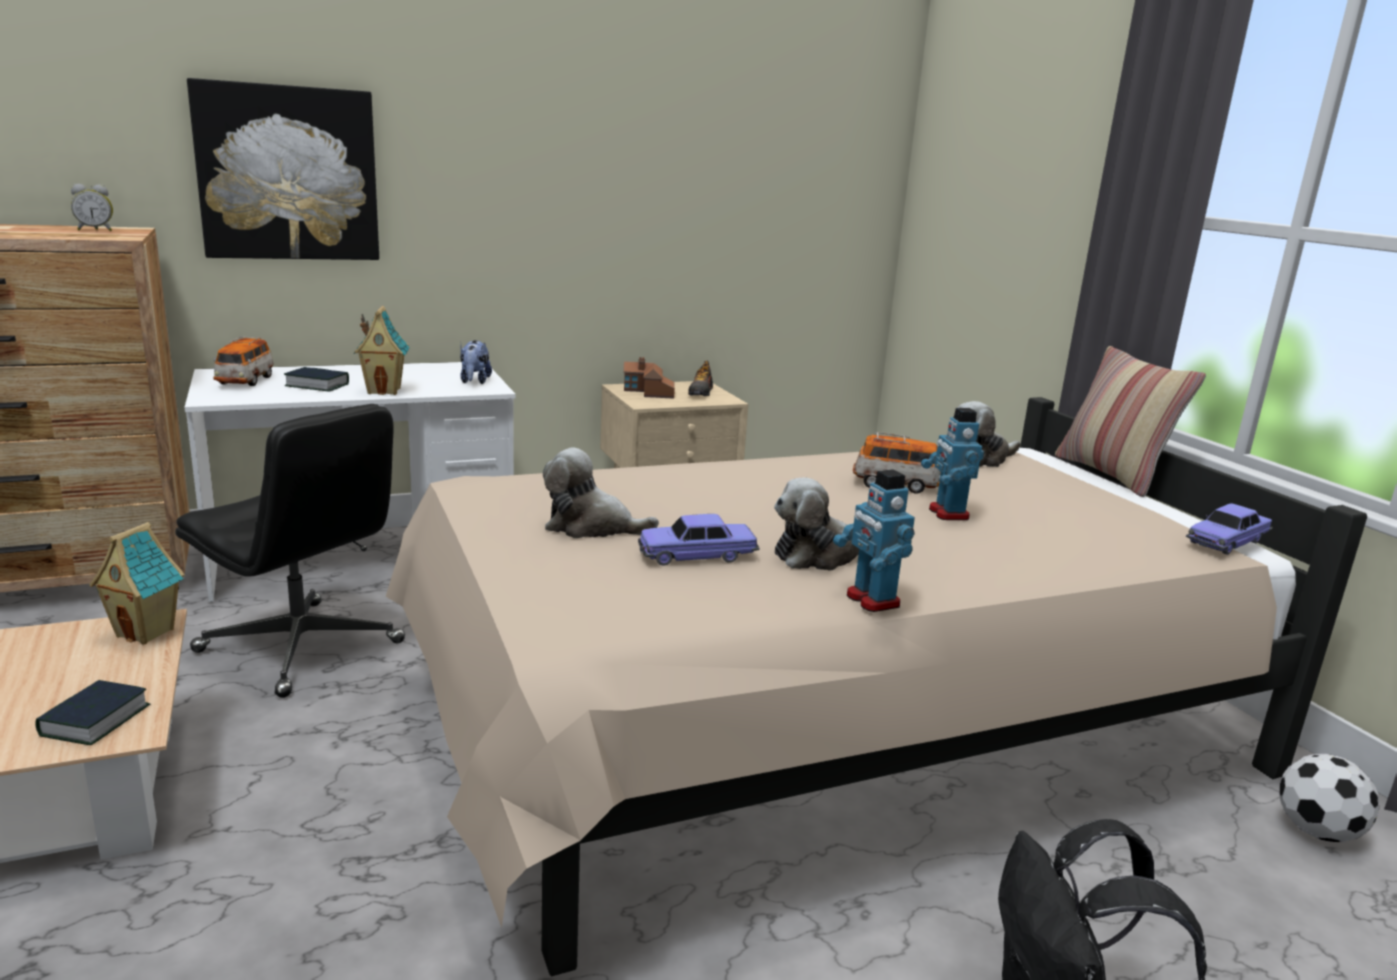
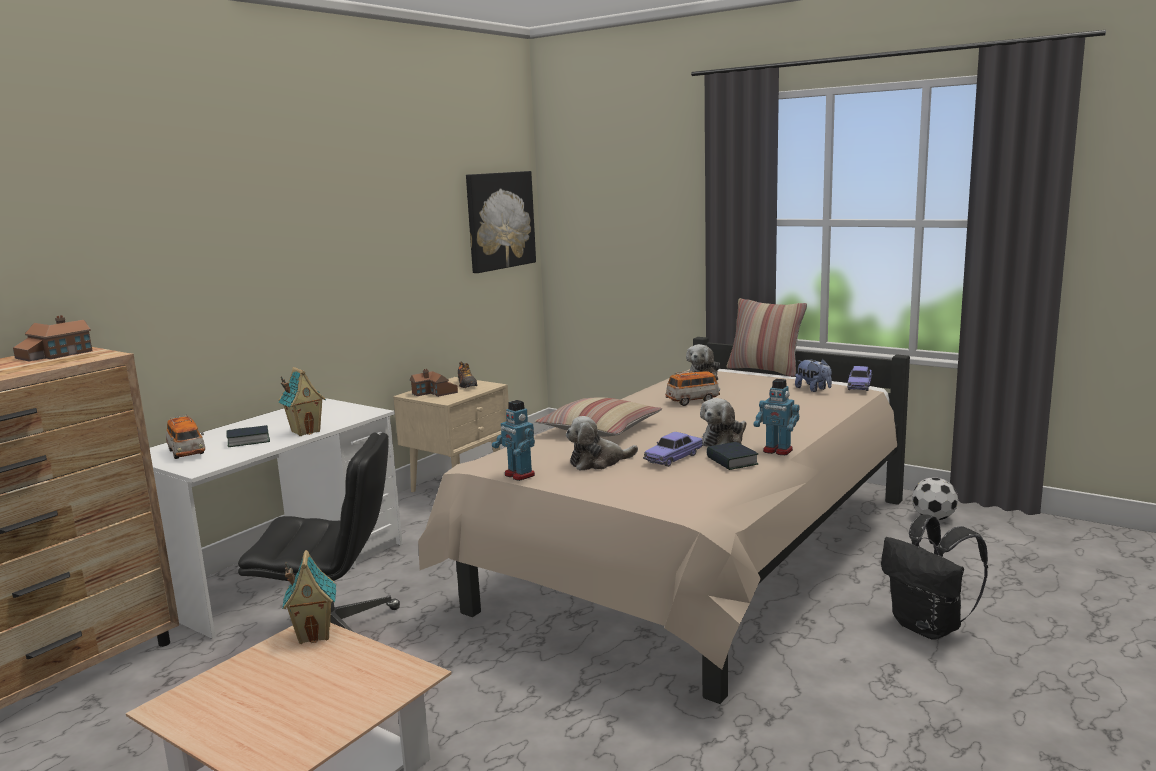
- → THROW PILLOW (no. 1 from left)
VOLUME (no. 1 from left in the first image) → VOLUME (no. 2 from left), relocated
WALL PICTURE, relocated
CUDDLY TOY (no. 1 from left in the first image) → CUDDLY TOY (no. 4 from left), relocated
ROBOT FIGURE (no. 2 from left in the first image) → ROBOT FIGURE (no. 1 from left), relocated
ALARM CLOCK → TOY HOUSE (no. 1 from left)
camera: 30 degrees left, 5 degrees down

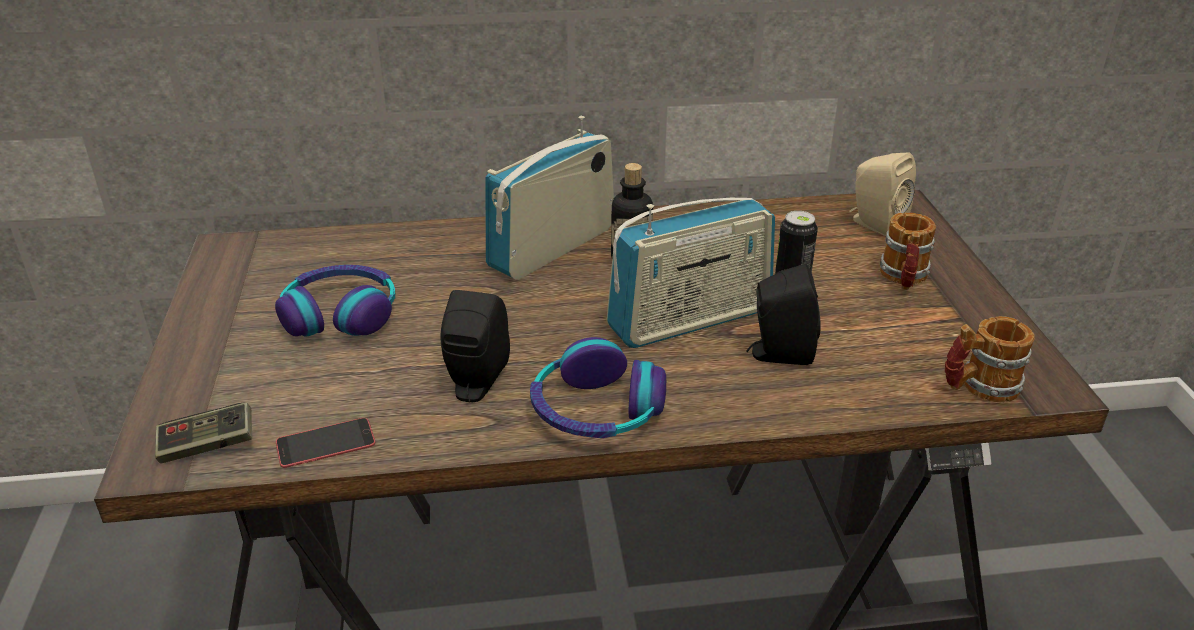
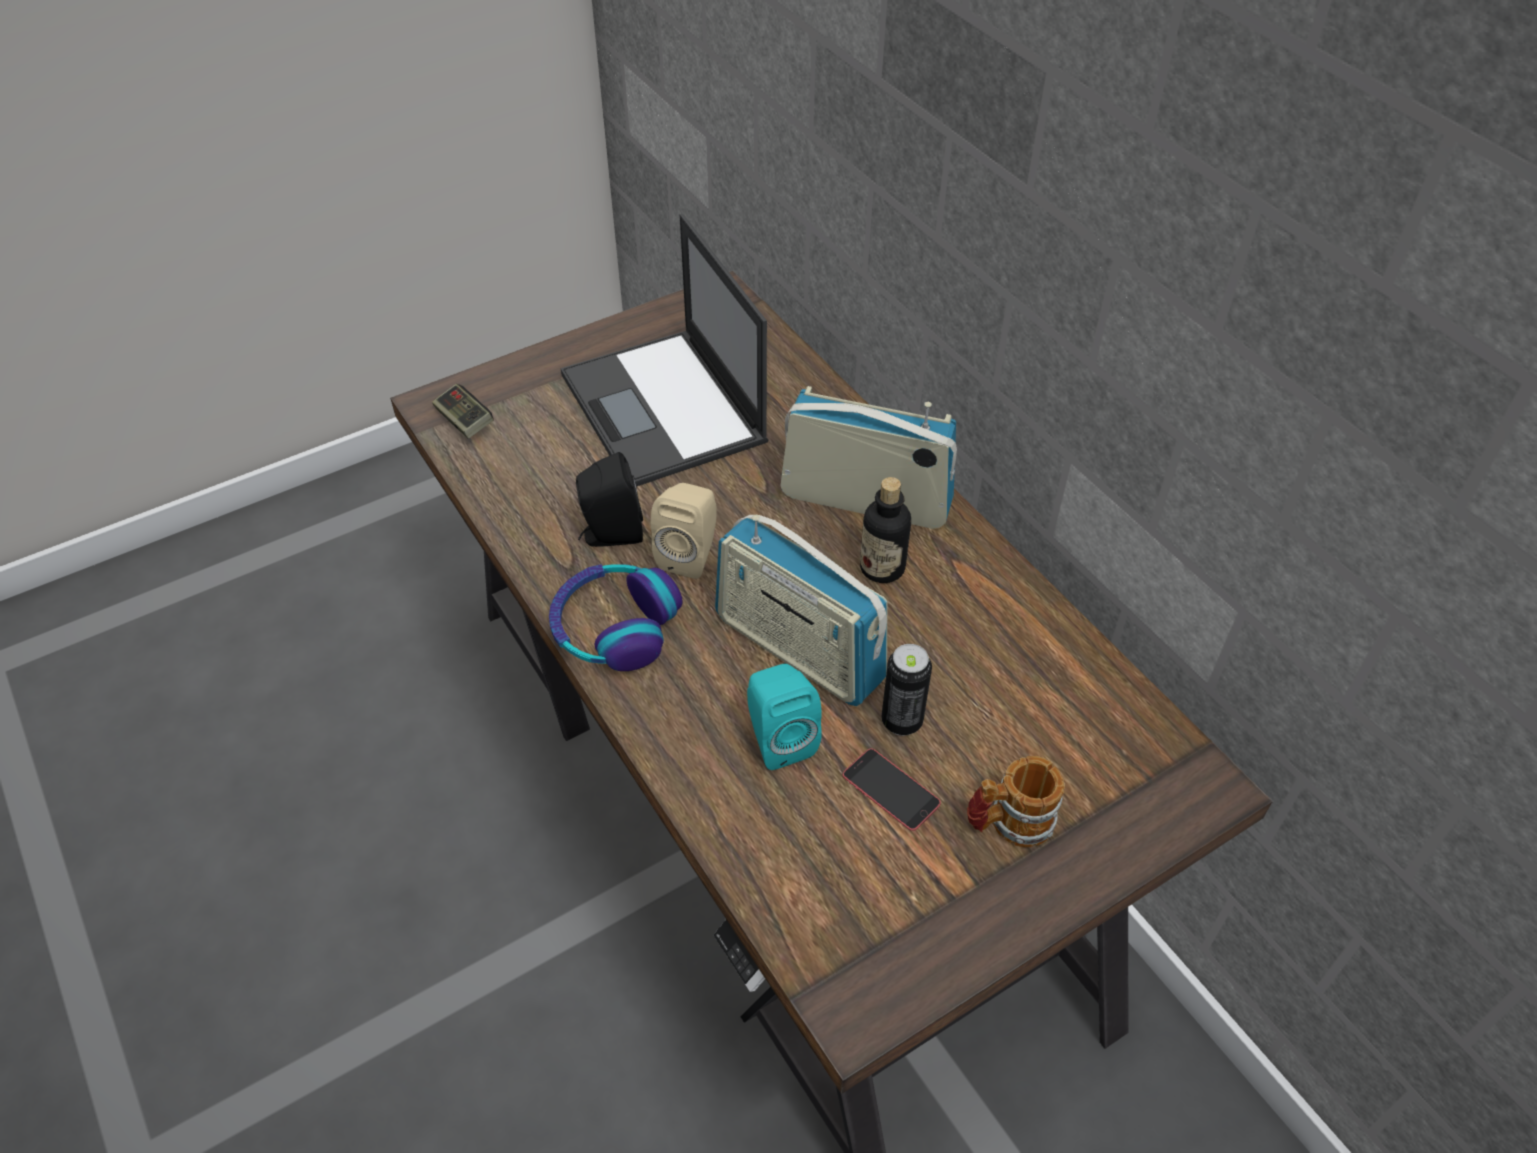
MUG (no. 2 from left) → -
PHONE, relocated
BEIGE-COLOURED SPEAKER, relocated
HEADSET (no. 1 from left) → NOTEBOOK COMPUTER
BLACK SPEAKER (no. 2 from left) → TURQUOISE SPEAKER
camera: 65 degrees right, 15 degrees up

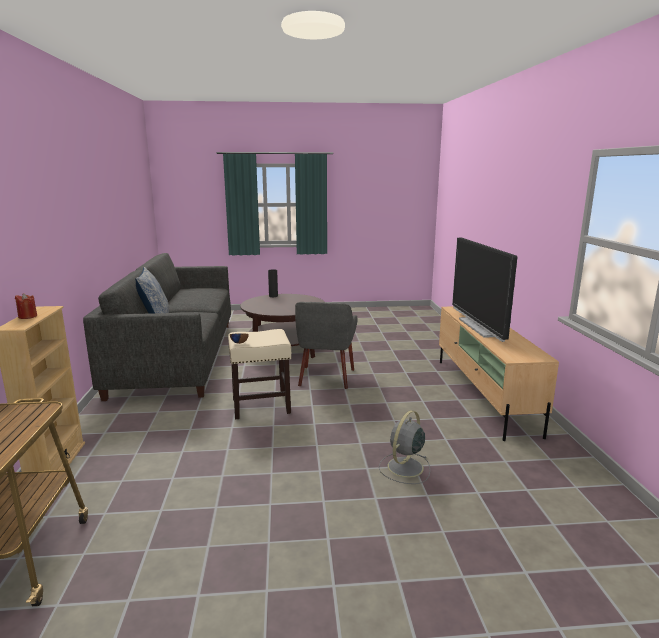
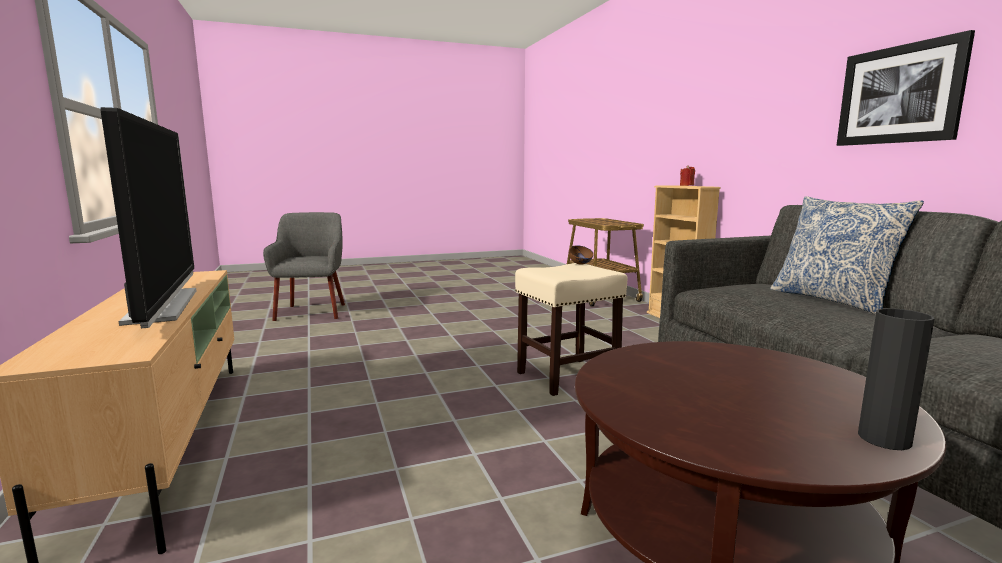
GREY FAN → -
- → WALL PICTURE
GREY EASY CHAIR, relocated
camera: 165 degrees right, 5 degrees down

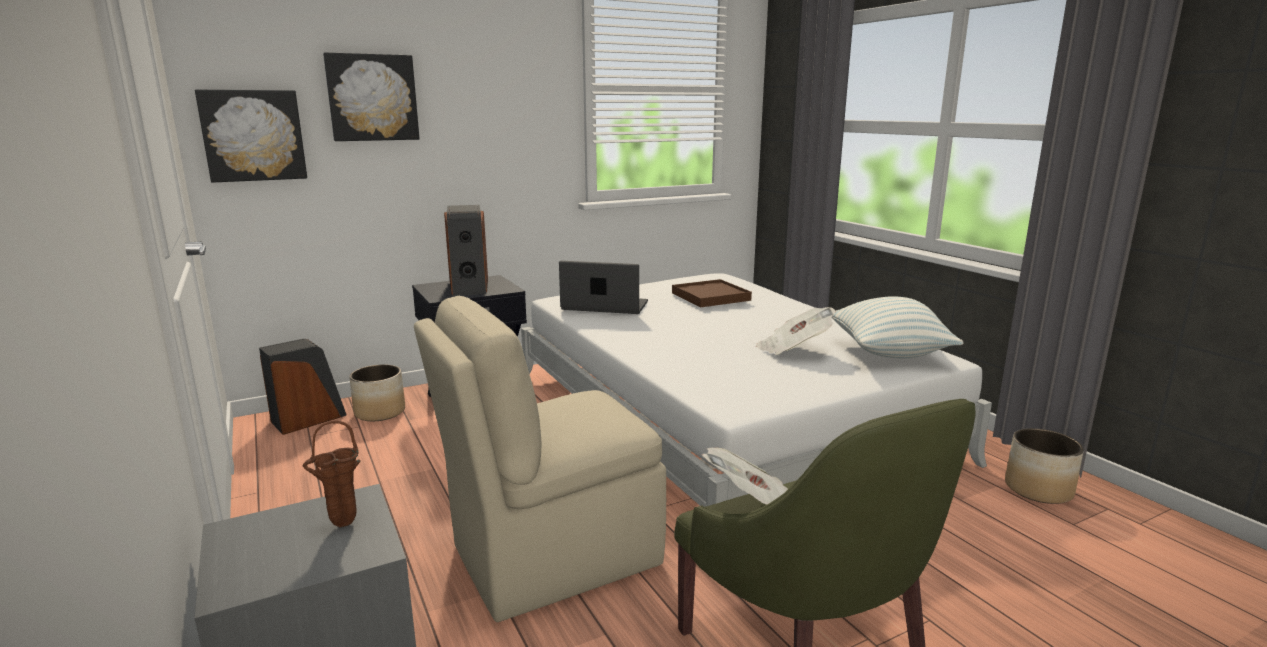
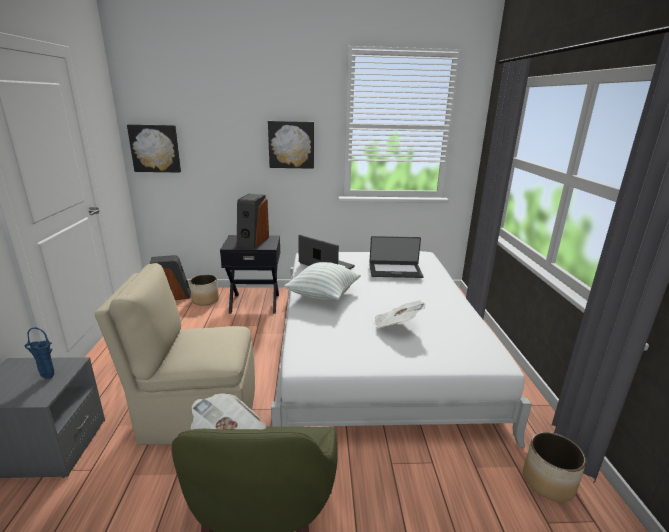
WALL PICTURE (no. 2 from left), relocated
THROW PILLOW, relocated
BROWN-COLOURED SERVING TRAY → NOTEBOOK COMPUTER (no. 2 from left)
BROWN-COLOURED VASE → BLUE-COLOURED VASE
camera: 25 degrees right, 5 degrees up

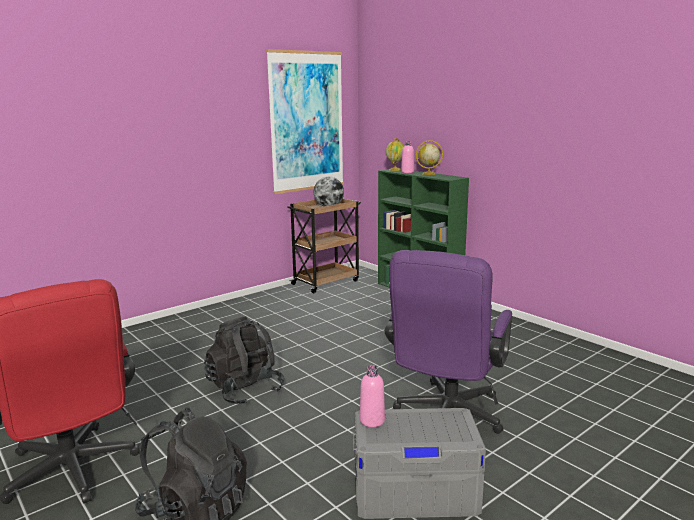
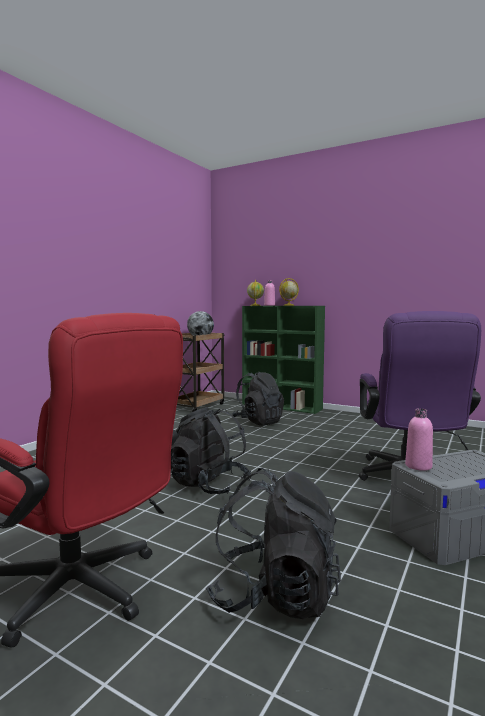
WALL PICTURE → -
- → BLACK RUCKSACK (no. 2 from left)
camera: 20 degrees left, 10 degrees down

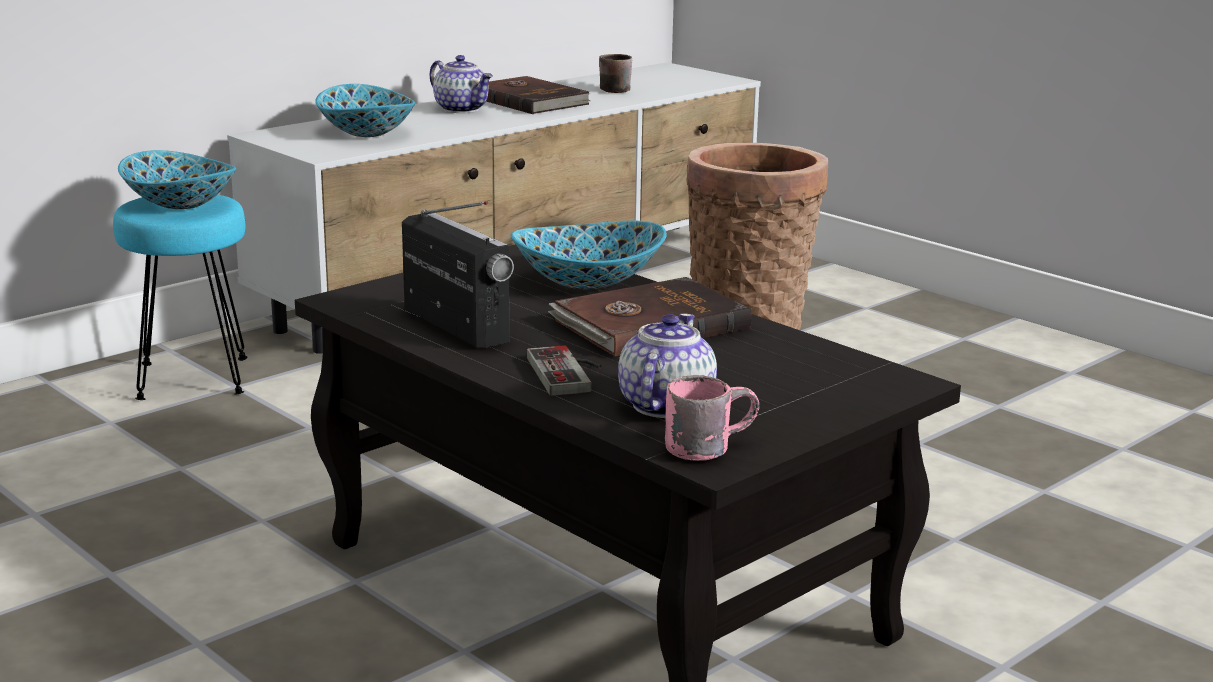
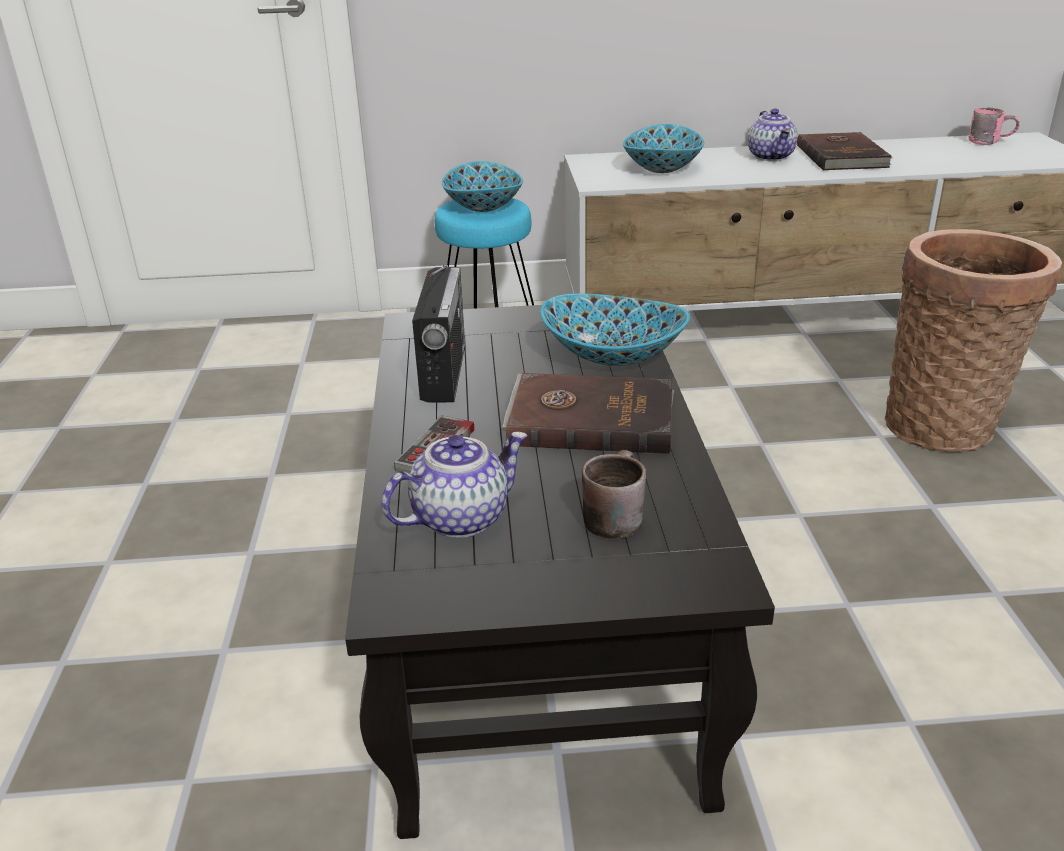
BROWN-COLOURED MUG, relocated
PINKISH MUG, relocated
camera: 40 degrees right, 10 degrees up

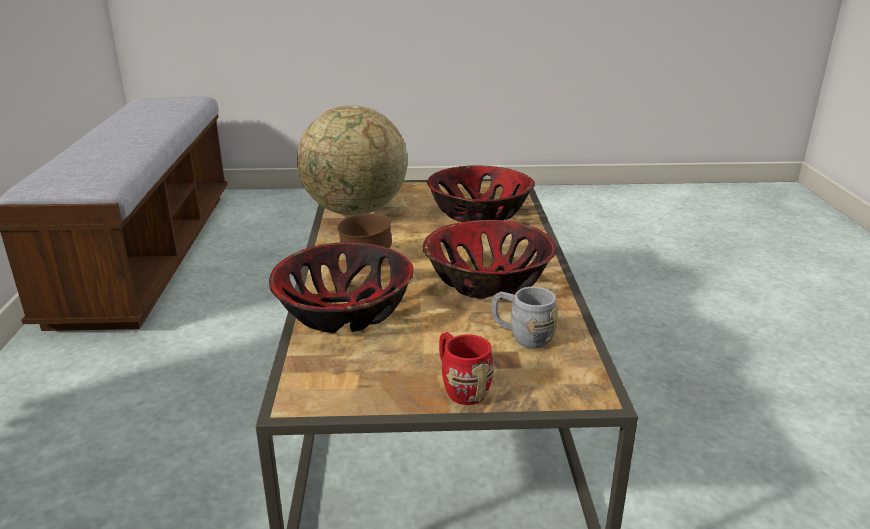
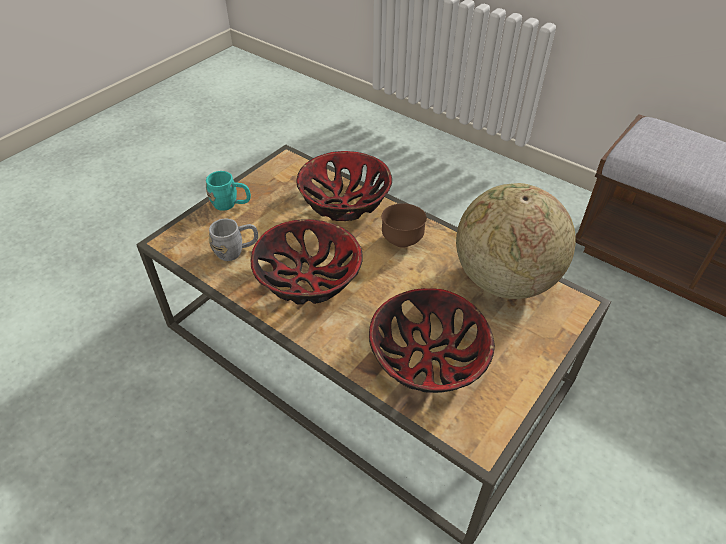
REDDISH MUG → TURQUOISE MUG
camera: 130 degrees right, 20 degrees up

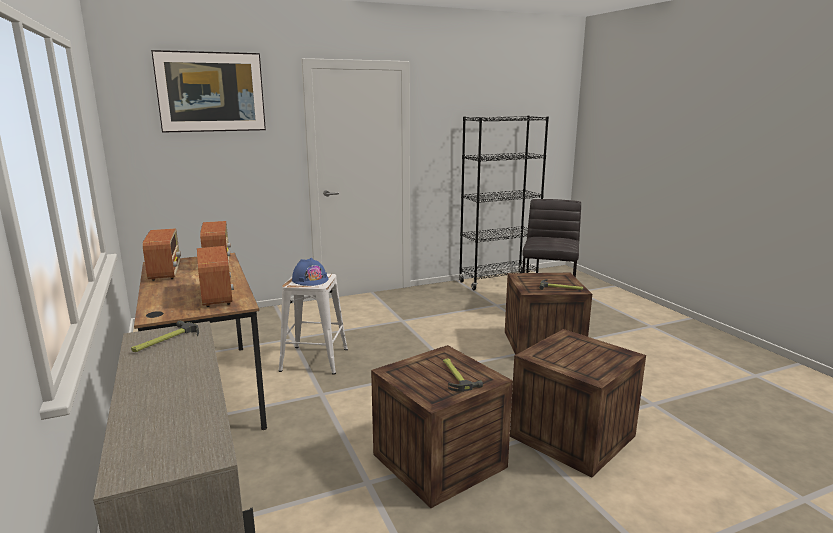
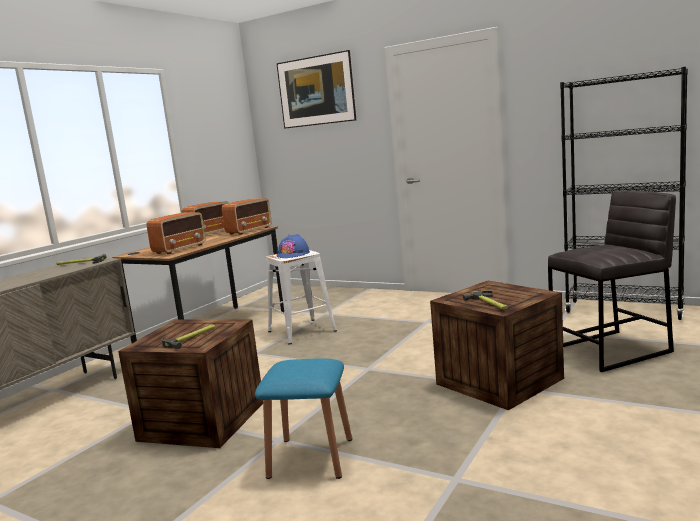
SHIPPING CRATE (no. 3 from left) → BLUE-COLOURED STOOL
camera: 55 degrees right, 5 degrees down

